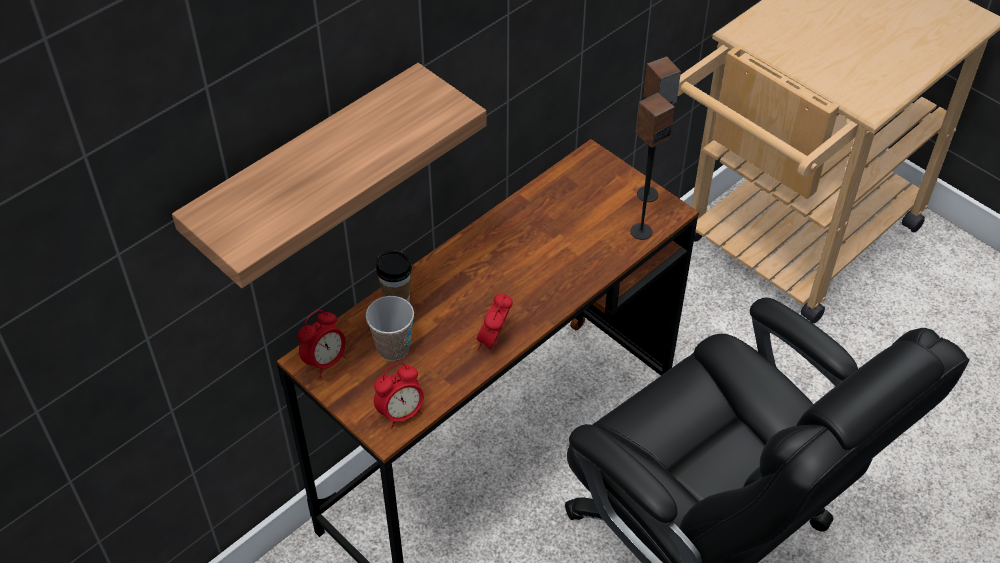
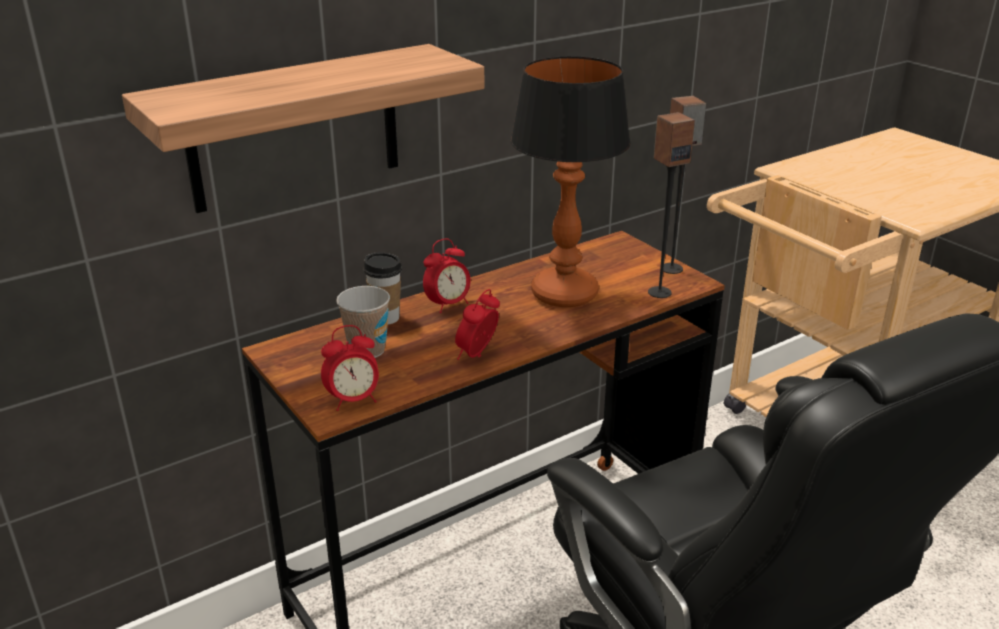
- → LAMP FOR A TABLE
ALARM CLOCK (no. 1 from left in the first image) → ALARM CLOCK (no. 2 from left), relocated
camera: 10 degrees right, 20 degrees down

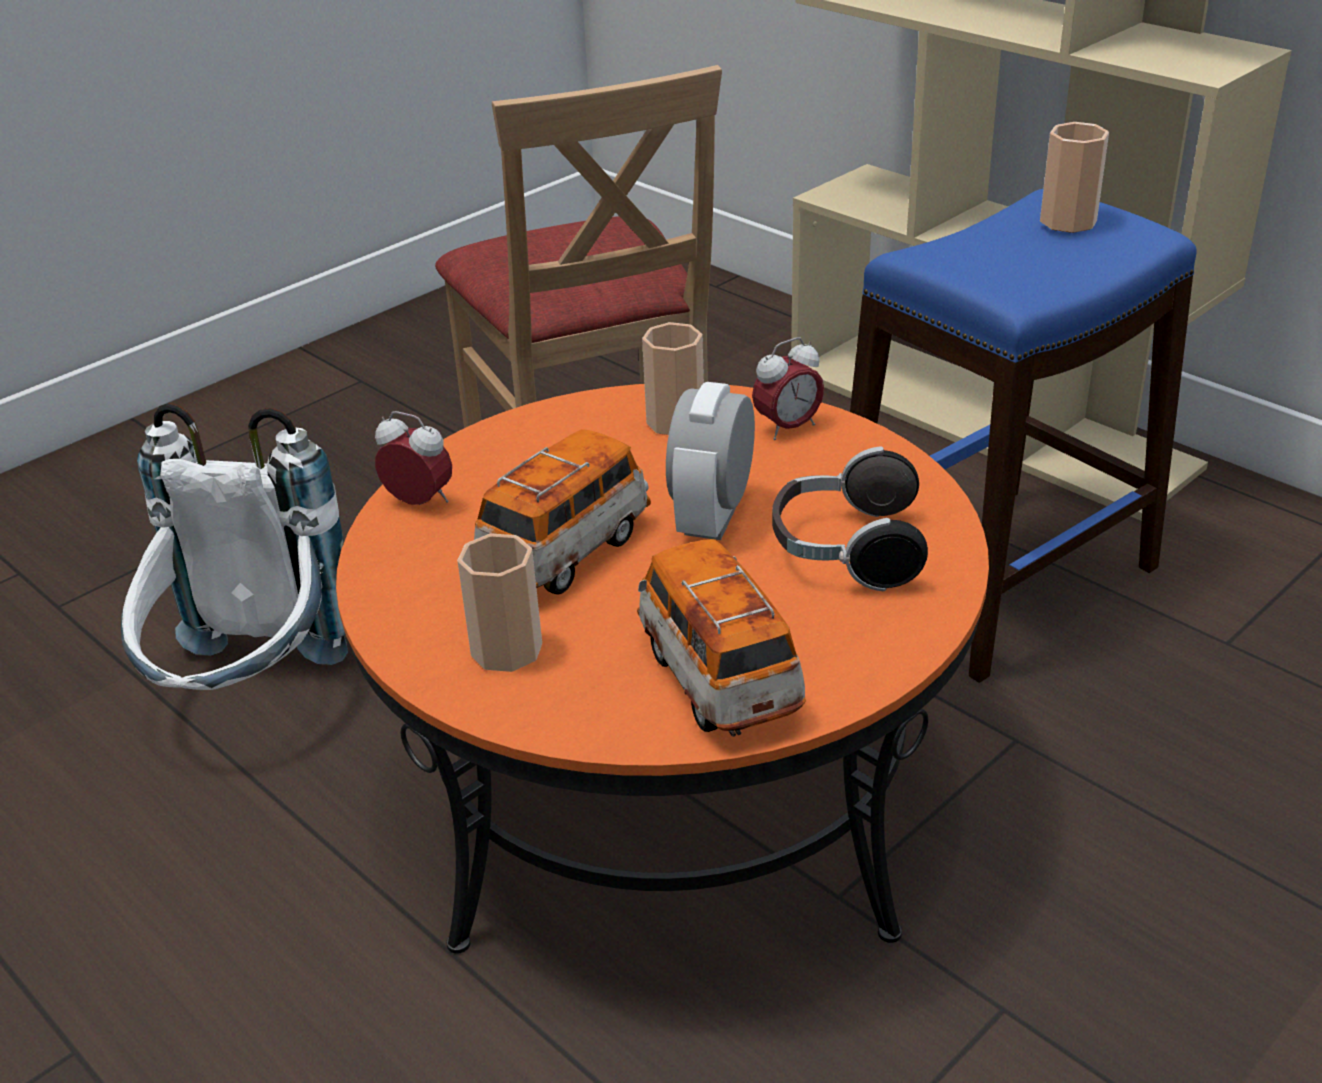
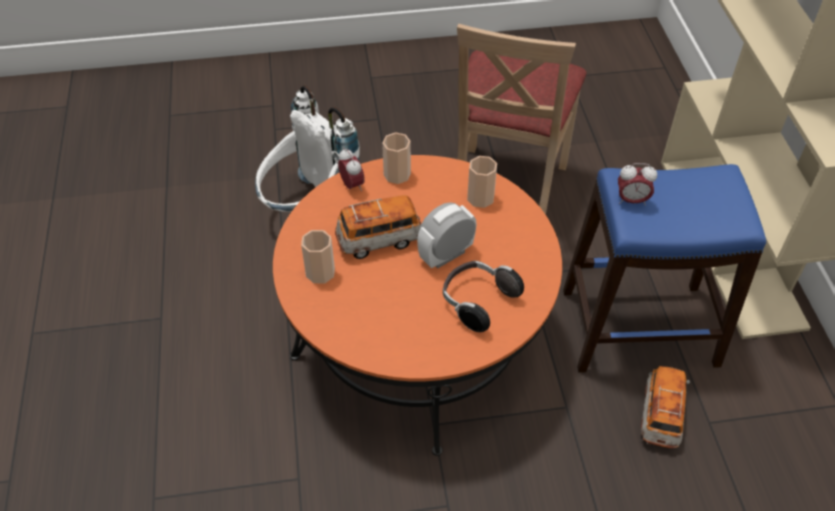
MINIATURE CAR (no. 2 from left), relocated
ALARM CLOCK (no. 3 from left), relocated
CUP (no. 3 from left in the first image) → CUP (no. 2 from left), relocated
camera: 35 degrees right, 15 degrees up

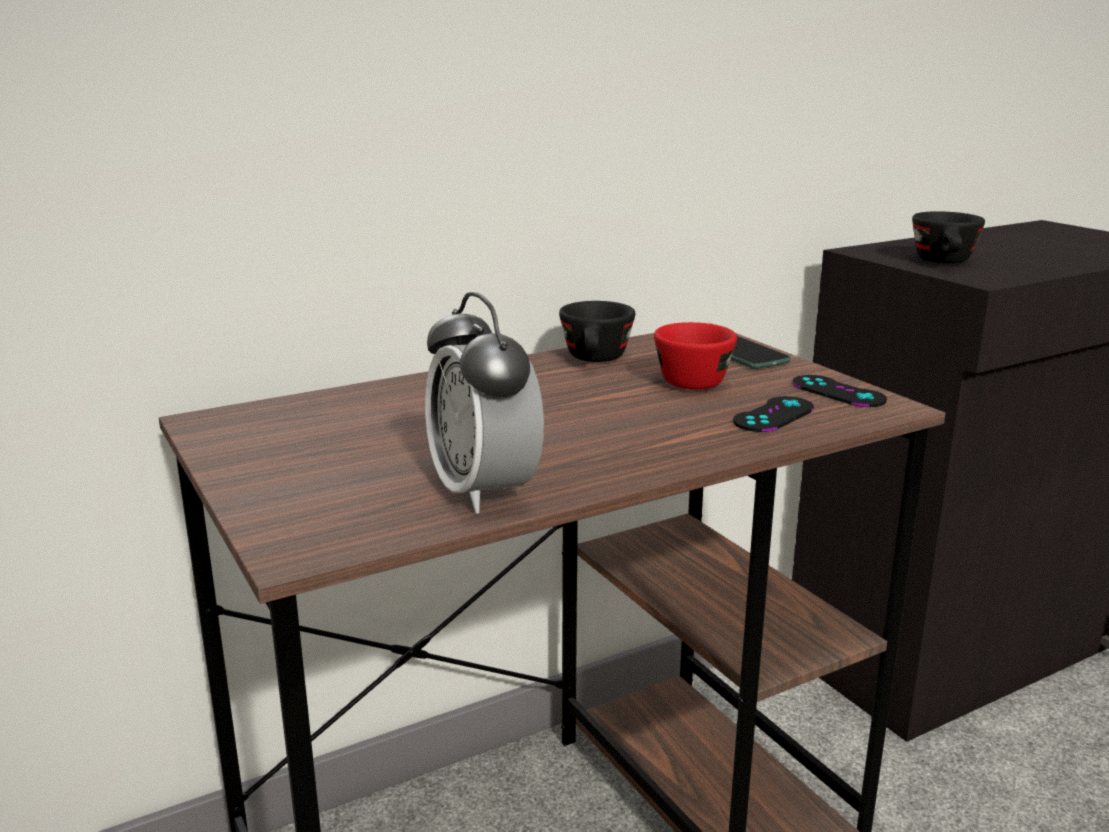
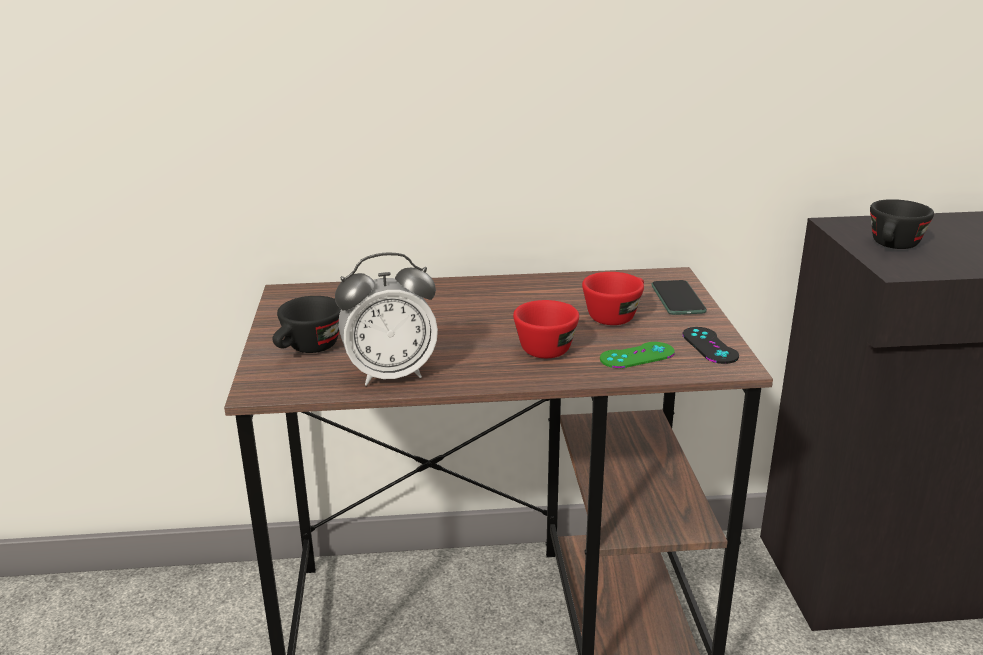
- → REDDISH CUP (no. 1 from left)
BLACK CUP (no. 1 from left), relocated
BLACK GAMEPAD (no. 1 from left) → GREENISH GAMEPAD
ALARM CLOCK, 105 degrees counterclockwise
camera: 25 degrees right, 5 degrees up

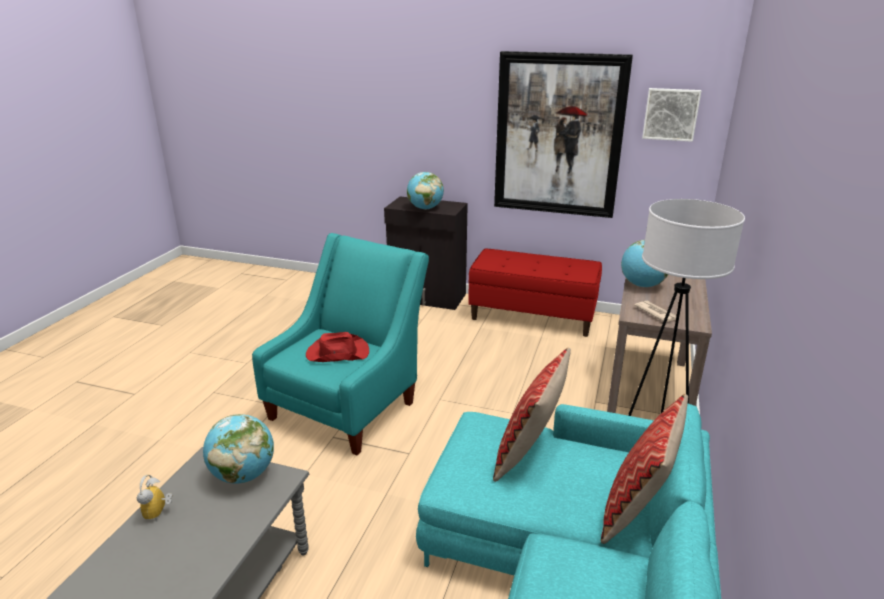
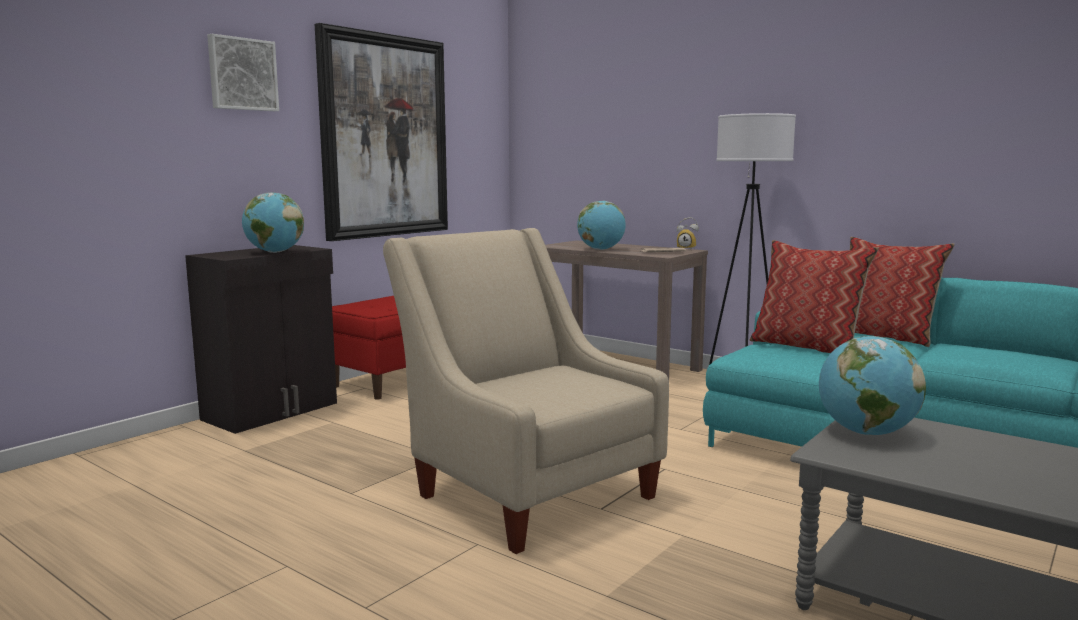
REDDISH WEARABLE HAT → -
ALARM CLOCK, relocated
WALL PICTURE (no. 2 from left in the first image) → WALL PICTURE (no. 1 from left), relocated
TURQUOISE EASY CHAIR → BEIGE-COLOURED EASY CHAIR
camera: 70 degrees left, 15 degrees down

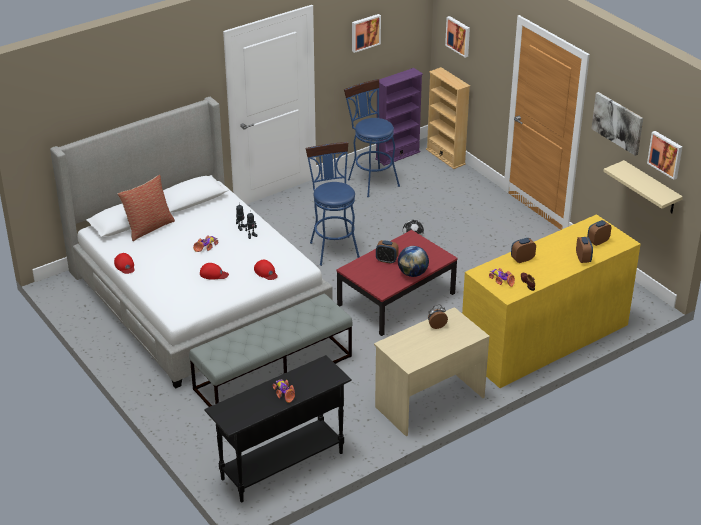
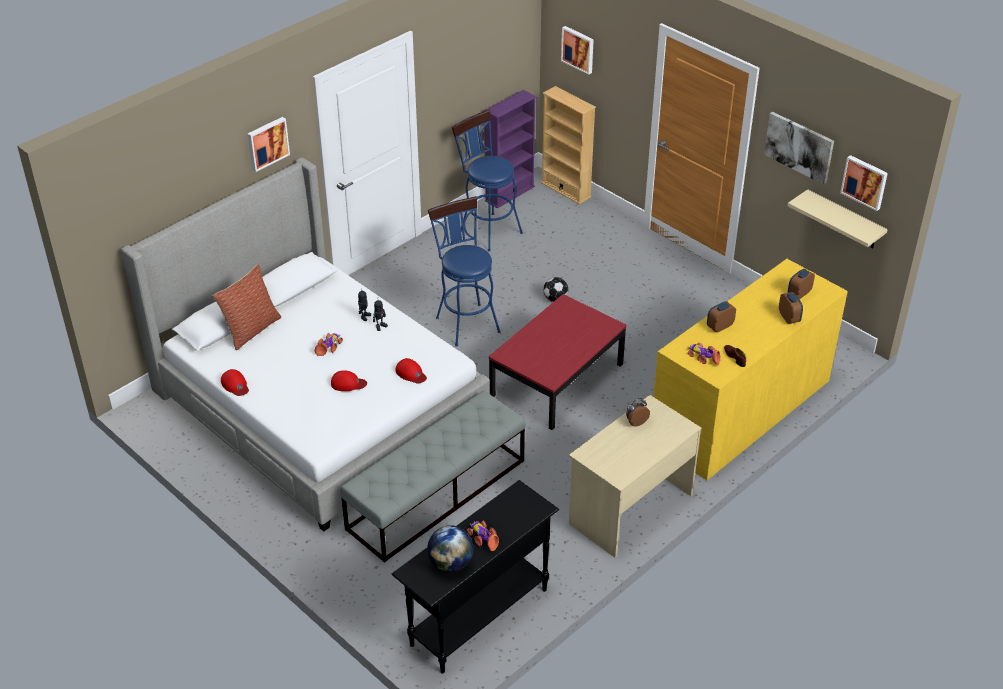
ALARM CLOCK (no. 1 from left) → -
WALL PICTURE (no. 1 from left), relocated
DESK GLOBE, relocated
camera: 10 degrees left, 5 degrees up

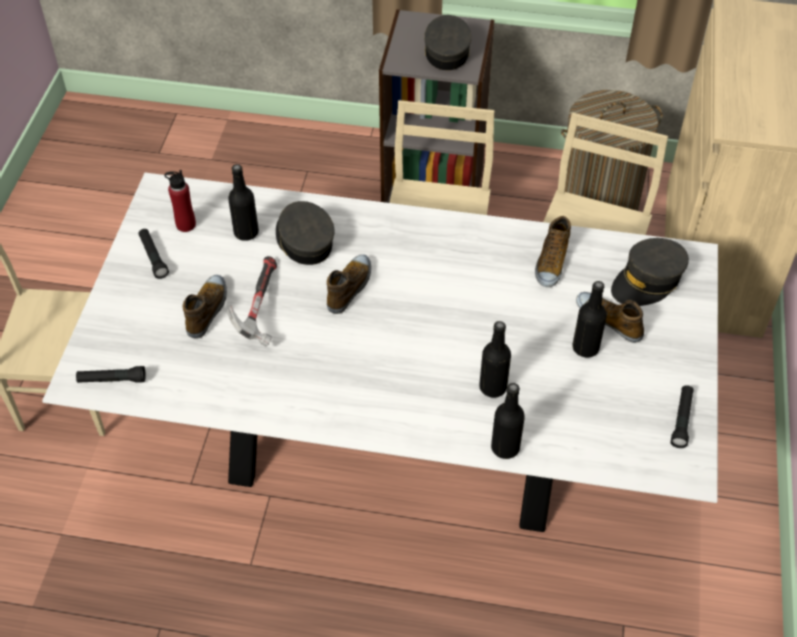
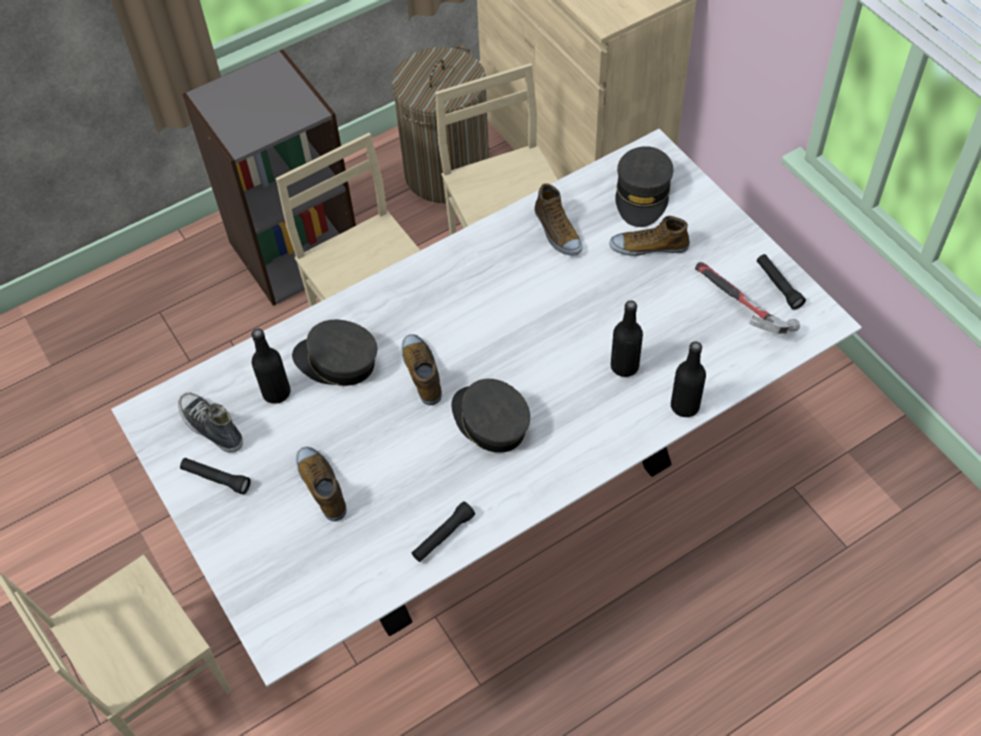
BLACK BEVERAGE BOTTLE (no. 4 from left) → -
BLACK FLASHLIGHT (no. 1 from left in the first image) → BLACK FLASHLIGHT (no. 2 from left), relocated
HAMMER, relocated
GREY BASEBALL CAP (no. 2 from left), relocated
REDDISH BEVERAGE BOTTLE → ITEM OF FOOTWEAR (no. 1 from left)
camera: 40 degrees left, 5 degrees up

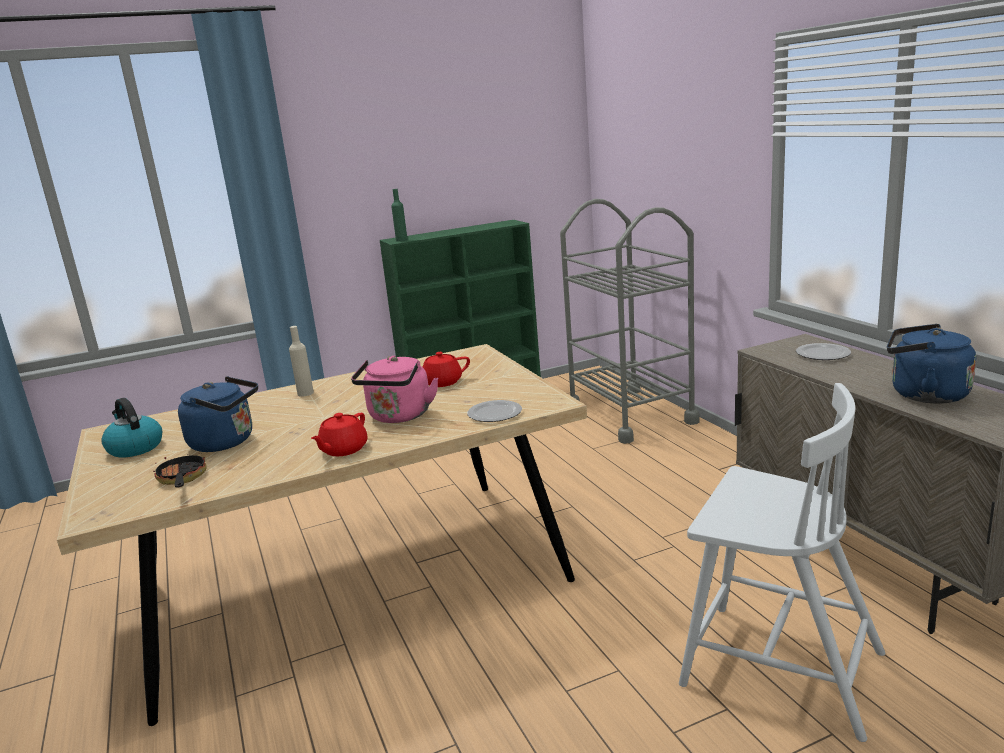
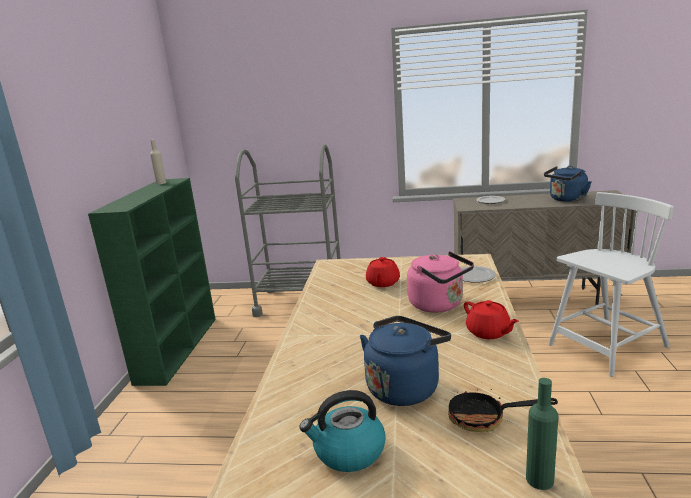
BEIGE-COLOURED BEVERAGE BOTTLE, relocated
GREENISH BEVERAGE BOTTLE, relocated
camera: 60 degrees left, 0 degrees up

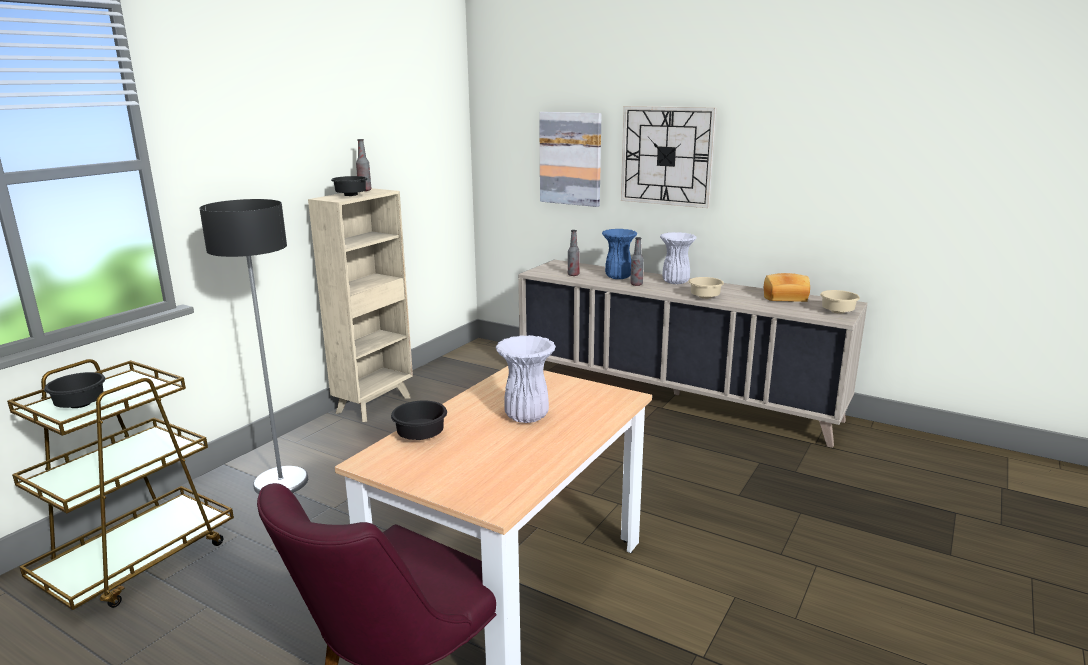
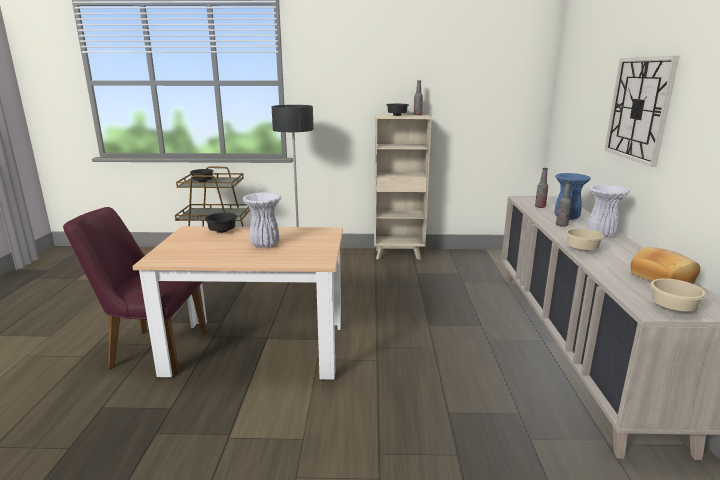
WALL PICTURE → -
camera: 60 degrees right, 0 degrees up

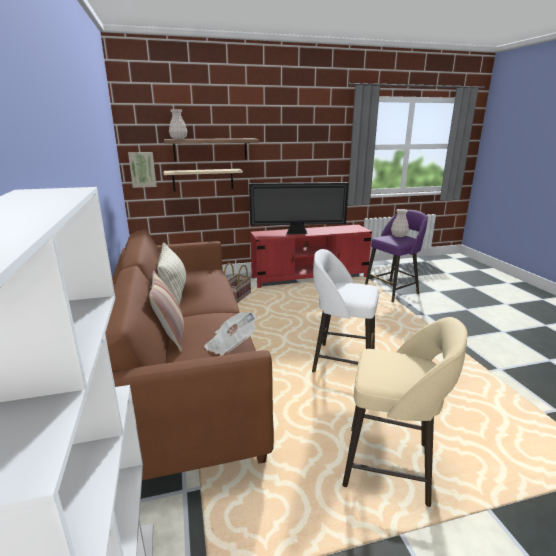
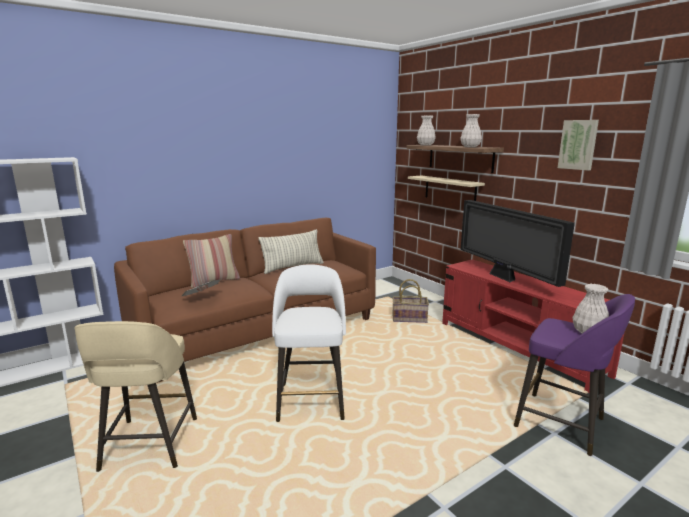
- → WHITE-COLOURED VASE (no. 2 from left)
WALL PICTURE, relocated
camera: 70 degrees right, 5 degrees down

